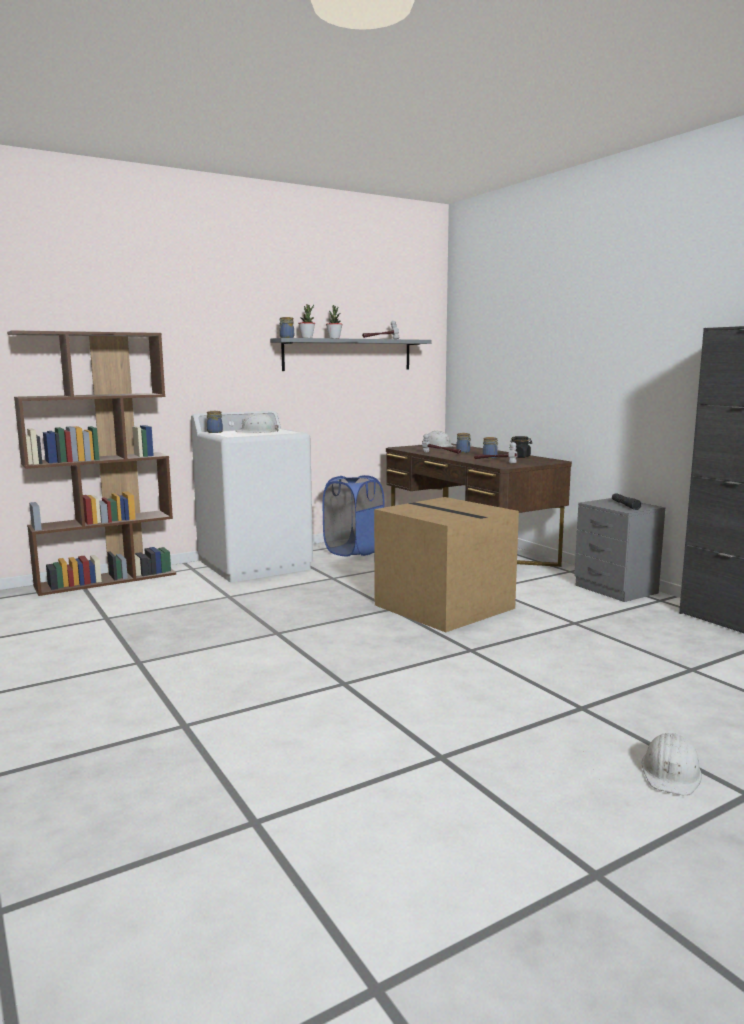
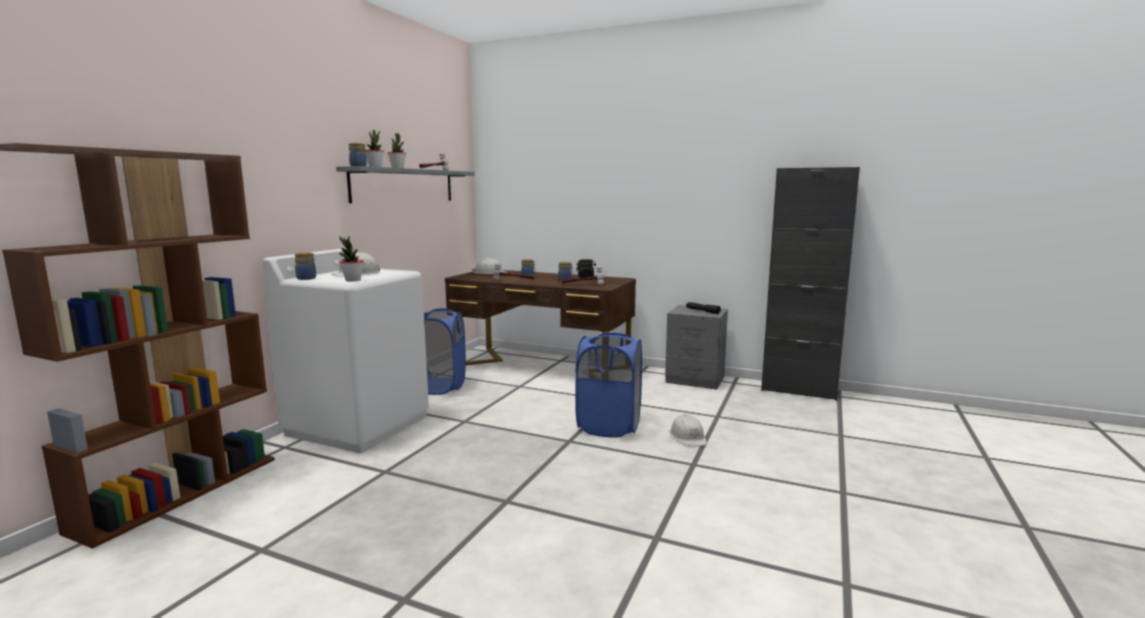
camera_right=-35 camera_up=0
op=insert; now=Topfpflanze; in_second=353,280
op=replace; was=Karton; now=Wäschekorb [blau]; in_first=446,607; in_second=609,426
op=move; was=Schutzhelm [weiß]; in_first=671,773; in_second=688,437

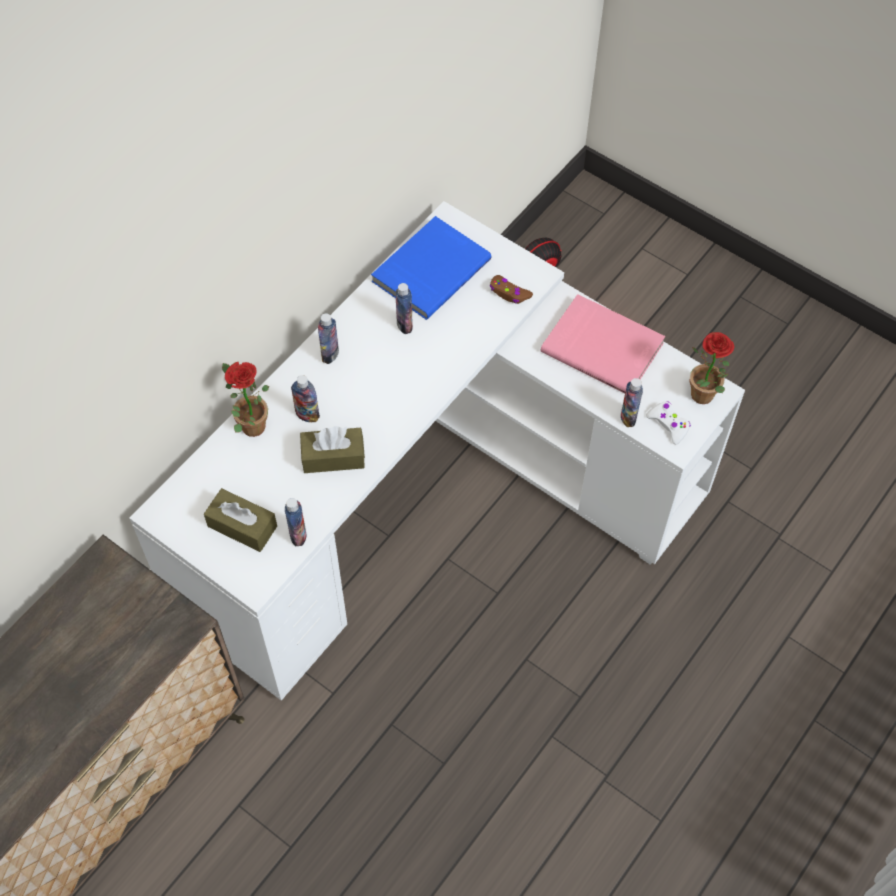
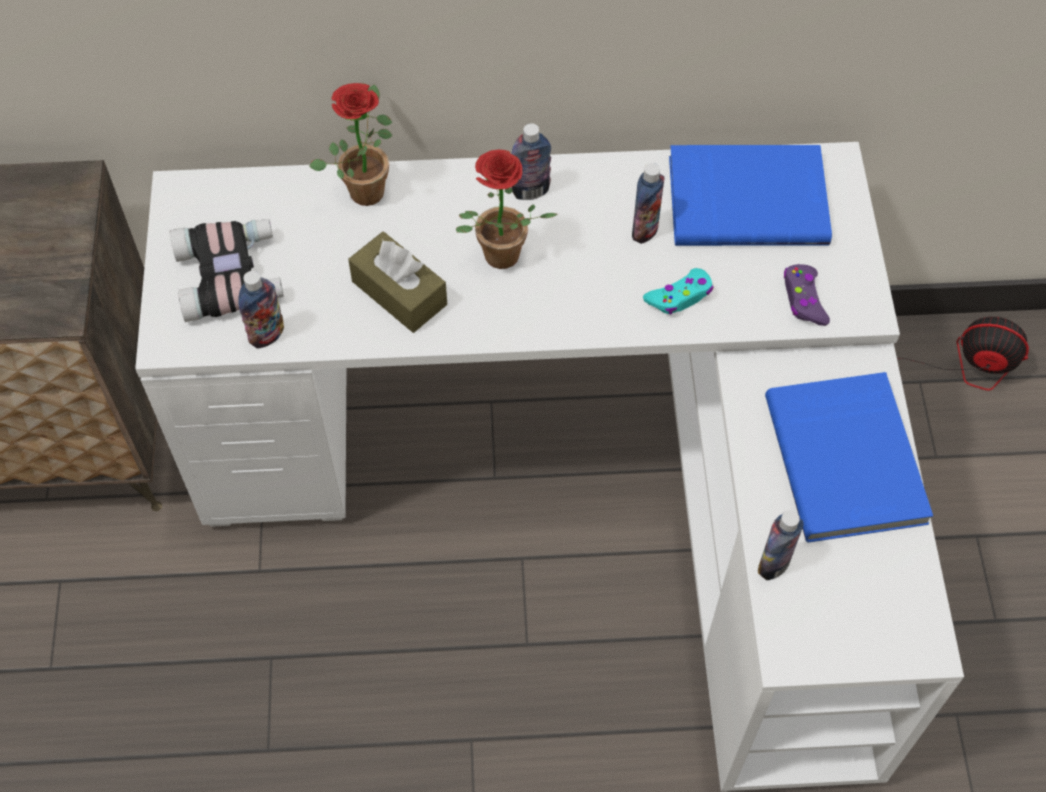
camera_right=50 camera_up=0
op=replace; was=Taschentuchbox [braun]; now=Fernglas; in_first=242,526; in_second=231,275
op=move; was=Topfpflanze; in_first=705,398; in_second=498,261
op=insert; now=Gamepad [türkis]; in_second=680,297
op=recolor; was=Buch [rosa]; now=Buch [blau]; in_first=603,346; in_second=848,459
op=recolor; was=Gamepad [braun]; now=Gamepad [lila]; in_first=509,293; in_second=803,299
op=delete; was=Flasche; in_first=307,415
op=delete; was=Gamepad [weiß]; in_first=668,424

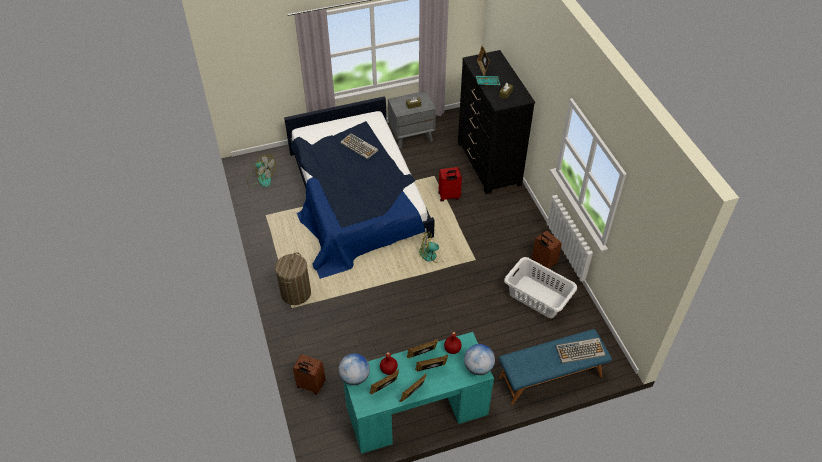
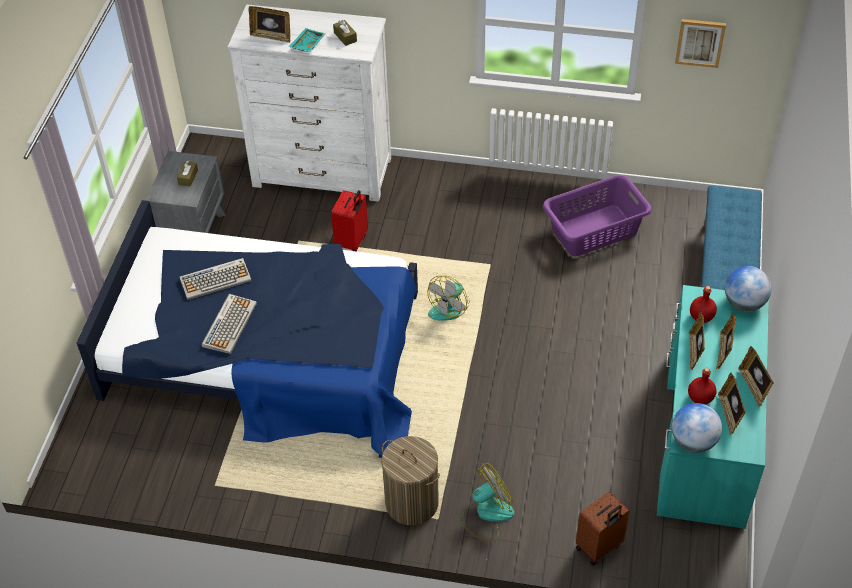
camera_right=-60 camera_up=0
op=move; was=Tastatur; in_first=580,350; in_second=229,324
op=recolor; was=Kommode [schwarz]; now=Kommode [weiß]; in_first=488,163; in_second=322,172
op=move; was=Ventilator; in_first=261,178; in_second=487,514
op=recolor; was=Wäschekorb [weiß]; now=Wäschekorb [lila]; in_first=537,297; in_second=595,231
op=insert; now=Bild; in_second=700,42
op=delete; was=Koffer [braun]; in_first=543,262

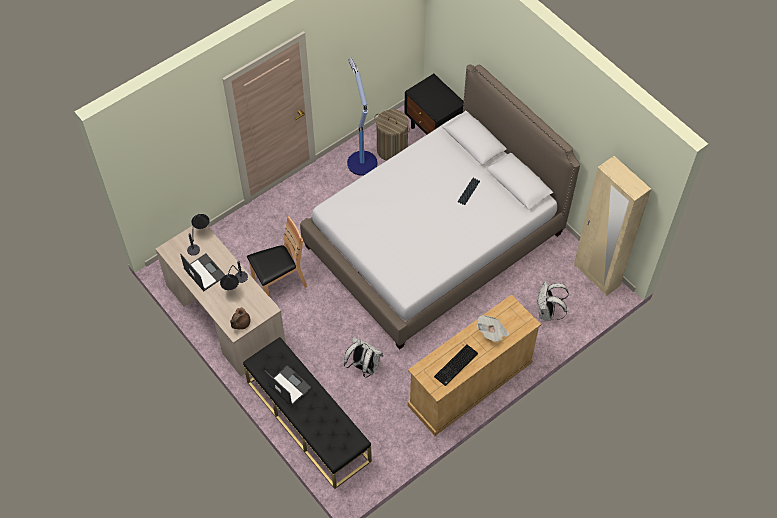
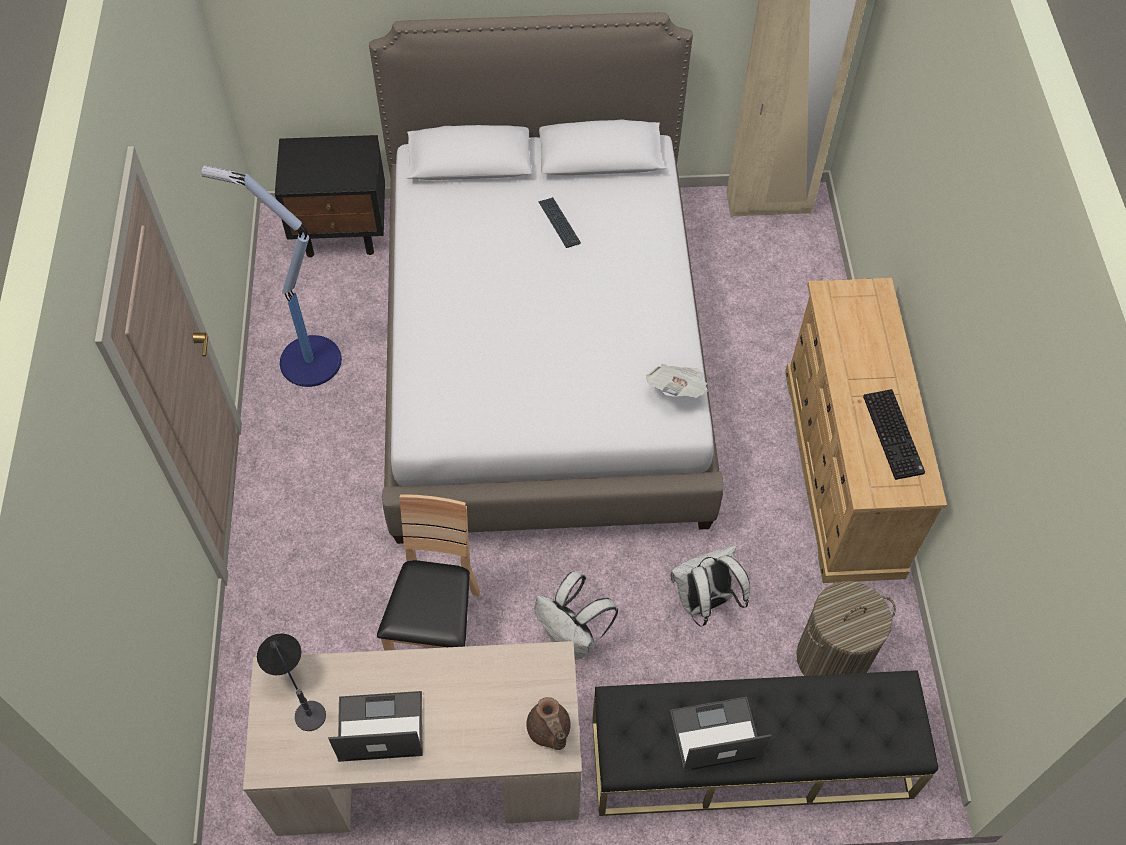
camera_right=-55 camera_up=0
op=move; was=Rucksack [weiß]; in_first=547,312; in_second=573,638
op=move; was=Zeitung; in_first=492,332; in_second=677,390
op=move; was=Wäschekorb; in_first=392,150; in_second=831,658
op=delete; was=Tischlampe; in_first=235,287

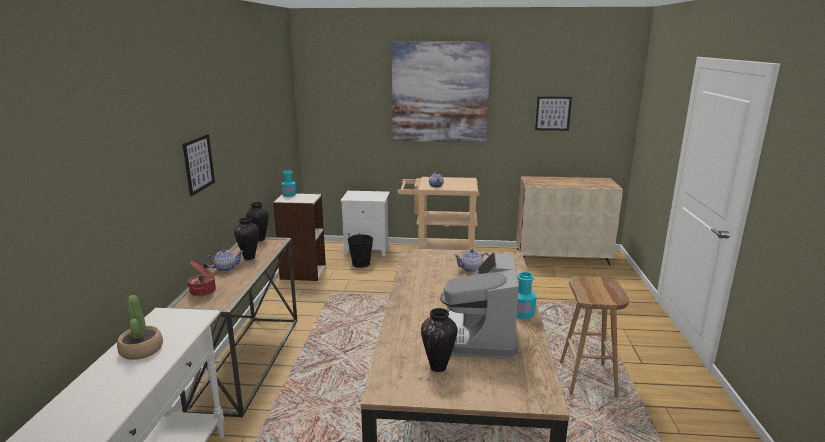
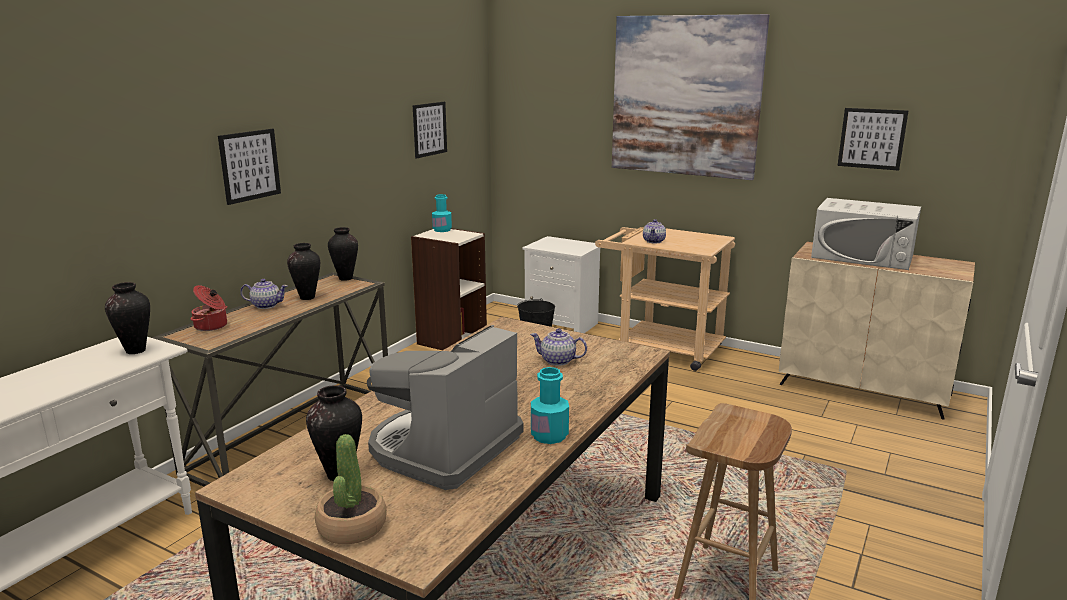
camera_right=25 camera_up=0
op=insert; now=Vase; in_second=135,351
op=move; was=Topfpflanze; in_first=141,350; in_second=352,526
op=insert; now=Bild; in_second=429,129
op=insert; now=Mikrowelle [weiß]; in_second=862,256

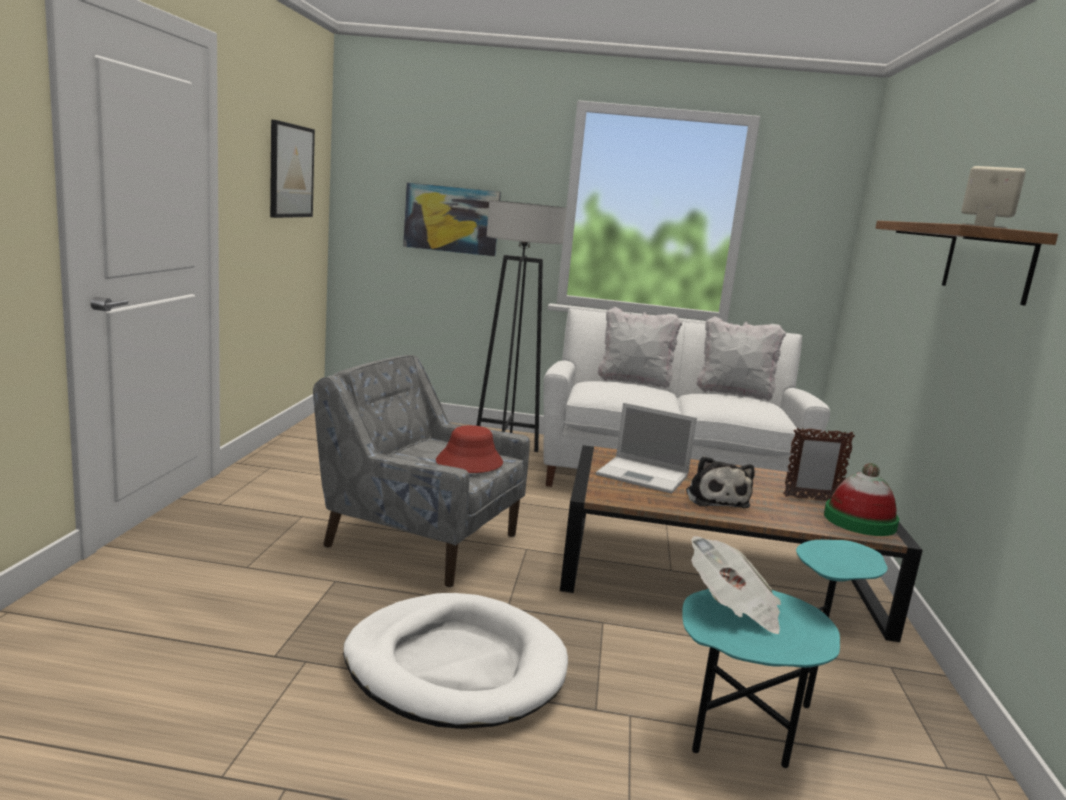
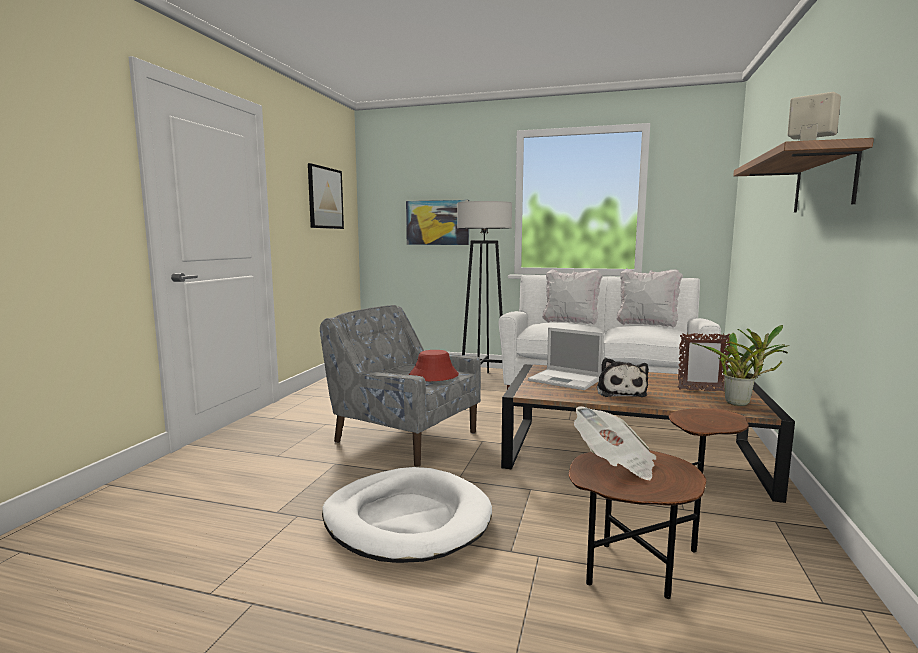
camera_right=10 camera_up=-5
op=recolor; was=Beistelltisch [türkis]; now=Beistelltisch [braun]; in_first=759,724; in_second=649,564
op=replace; was=Hut; now=Topfpflanze; in_first=859,521; in_second=741,403

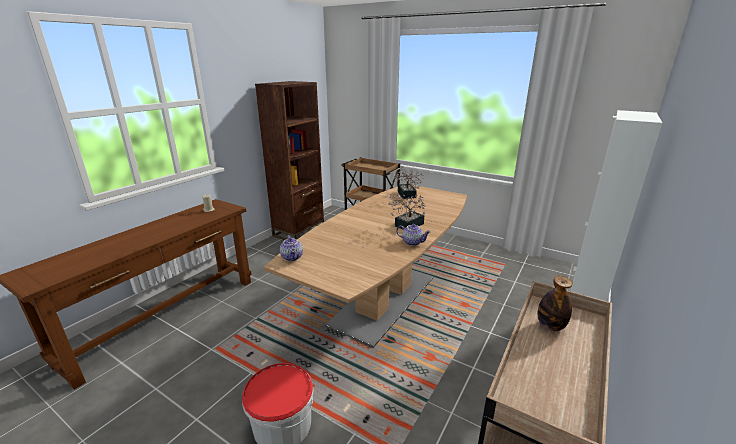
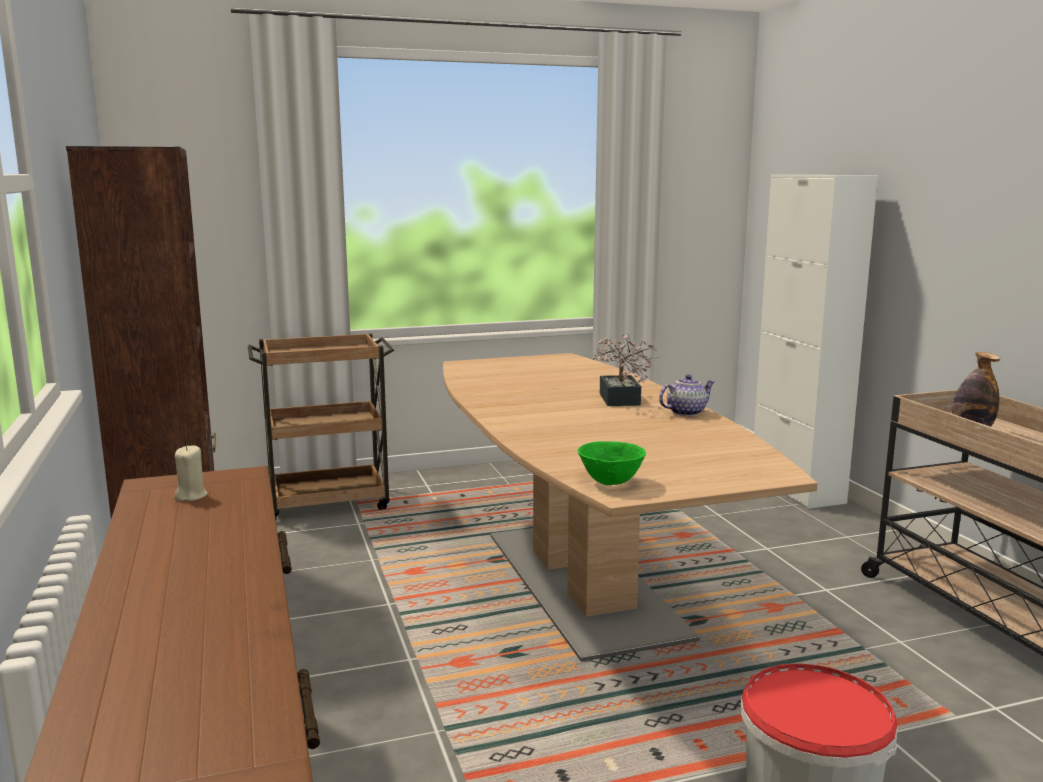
camera_right=-50 camera_up=-10
op=replace; was=Teekanne; now=Schüssel [grün]; in_first=292,257; in_second=610,482
op=delete; was=Topfpflanze; in_first=407,195

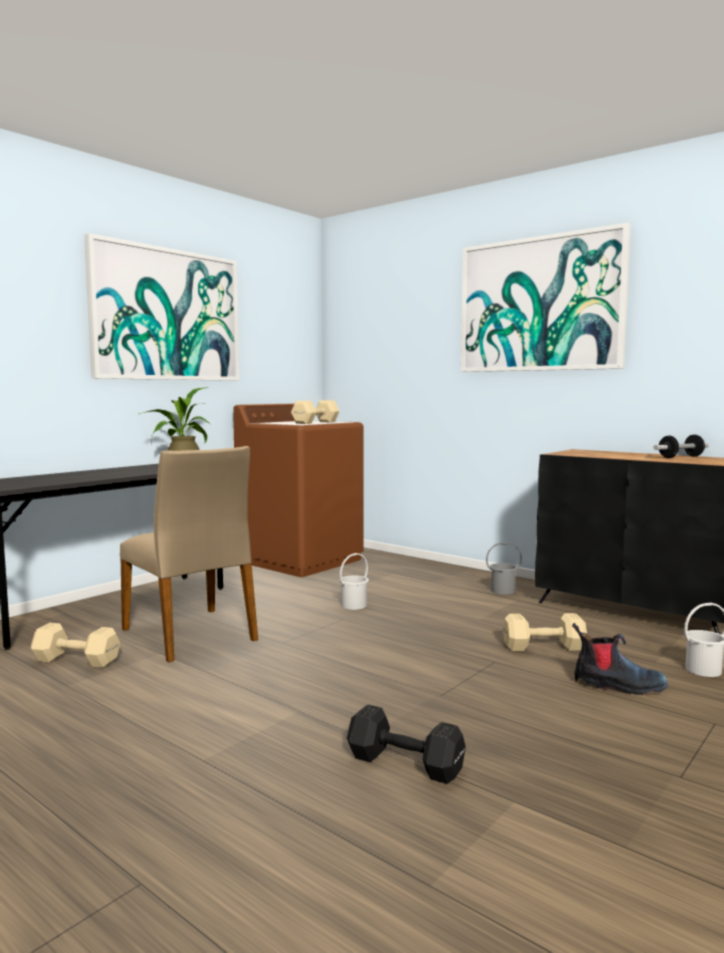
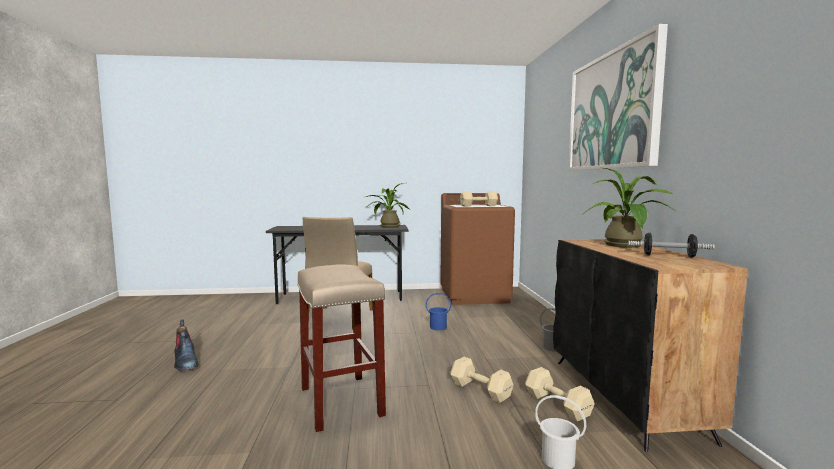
camera_right=45 camera_up=0
op=move; was=Stiefel; in_first=618,686; in_second=185,362
op=insert; now=Hocker [beige]; in_second=342,402
op=recolor; was=Eimer [weiß]; now=Eimer [blau]; in_first=354,605; in_second=438,327
op=move; was=Hantel [beige]; in_first=75,660; in_second=556,404
op=insert; now=Topfpflanze; in_second=625,246
op=delete; was=Bild; in_first=167,315
op=delete; was=Hantel [schwarz]; in_first=407,765

